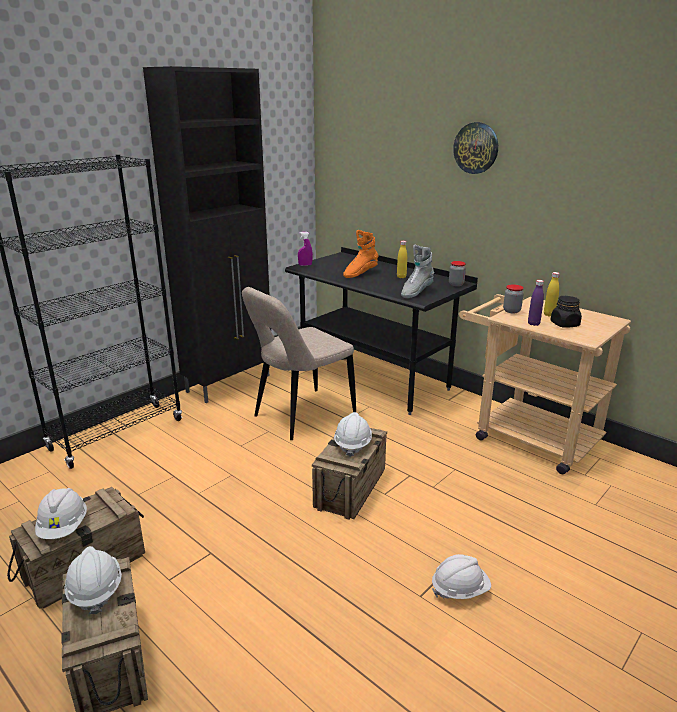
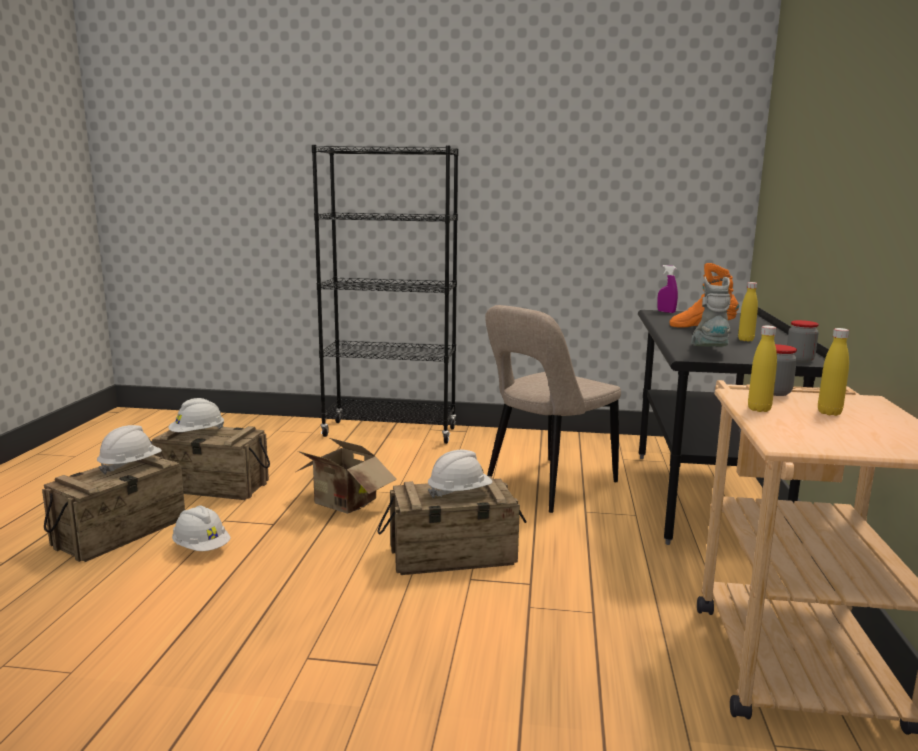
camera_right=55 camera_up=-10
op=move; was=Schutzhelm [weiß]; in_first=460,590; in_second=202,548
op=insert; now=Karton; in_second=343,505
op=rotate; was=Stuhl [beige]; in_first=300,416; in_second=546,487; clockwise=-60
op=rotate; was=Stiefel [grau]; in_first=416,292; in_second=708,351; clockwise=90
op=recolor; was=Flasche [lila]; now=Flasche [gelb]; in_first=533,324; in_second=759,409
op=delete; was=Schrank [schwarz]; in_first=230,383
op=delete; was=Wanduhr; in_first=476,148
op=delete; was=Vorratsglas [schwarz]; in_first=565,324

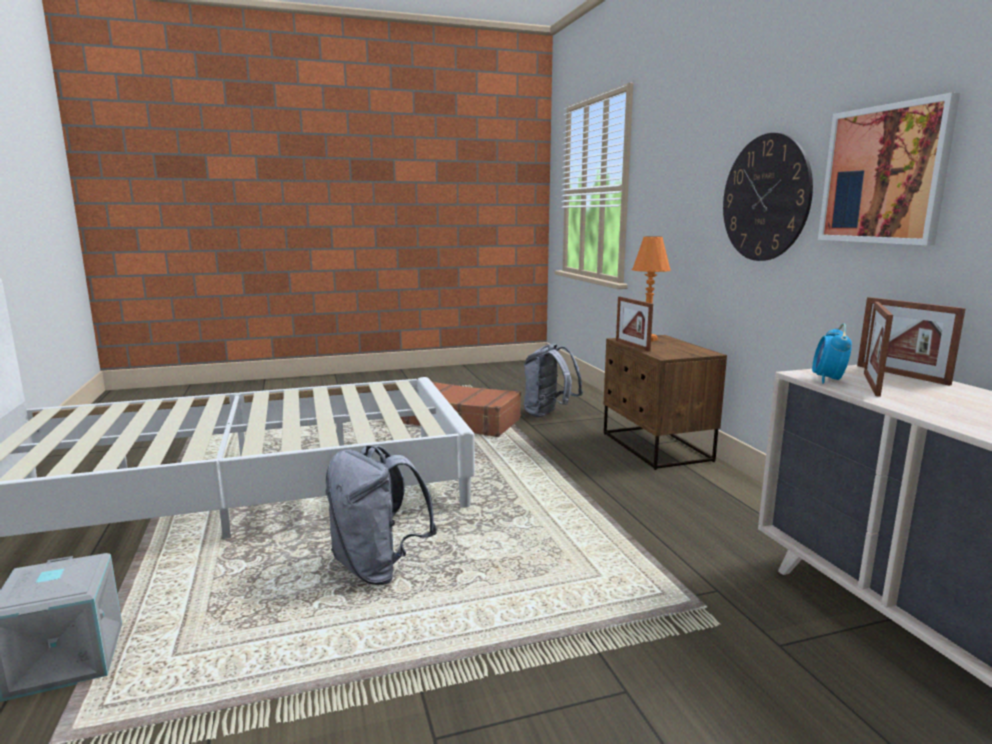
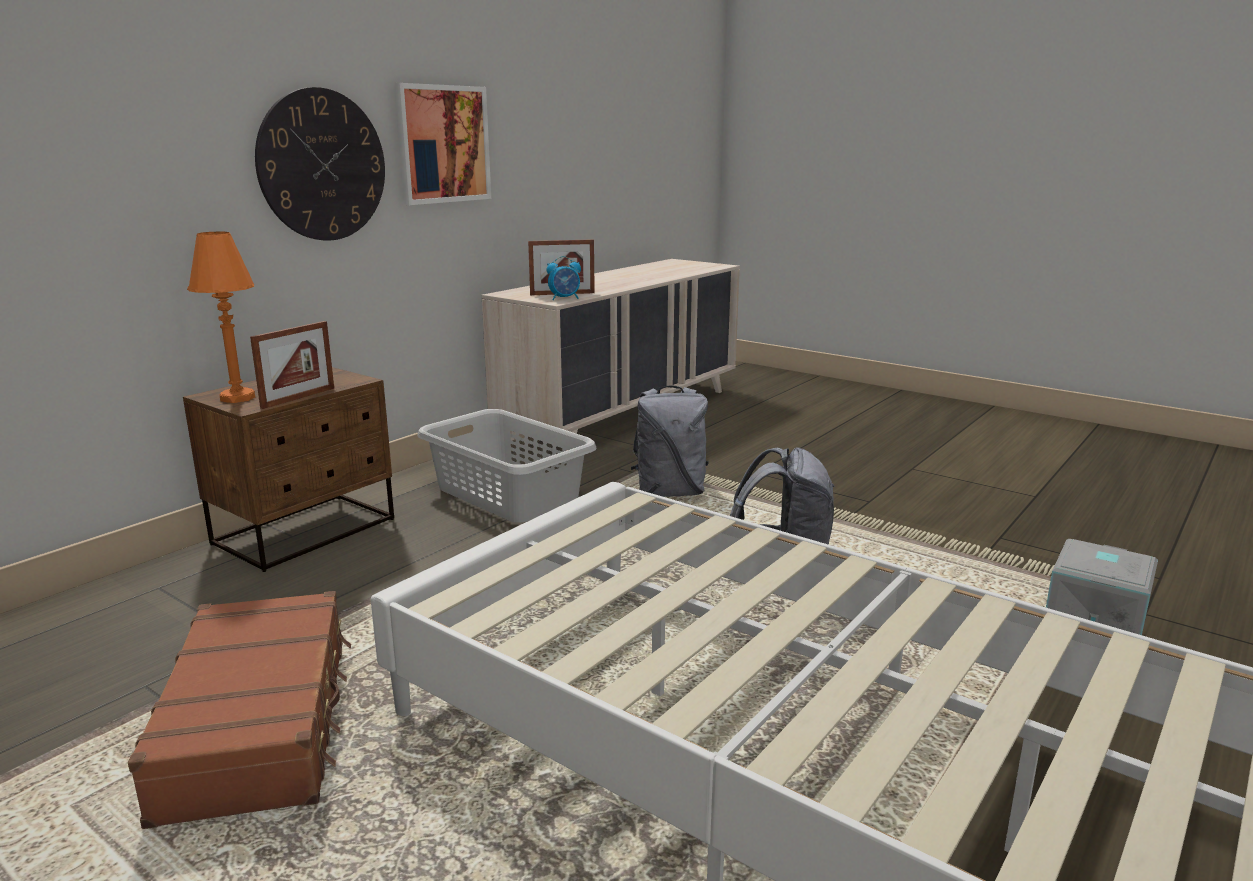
camera_right=-125 camera_up=5
op=insert; now=Wäschekorb [grau]; in_second=507,495
op=move; was=Rucksack [grau]; in_first=548,414; in_second=670,492
op=delete; was=Bilderrahmen; in_first=901,375

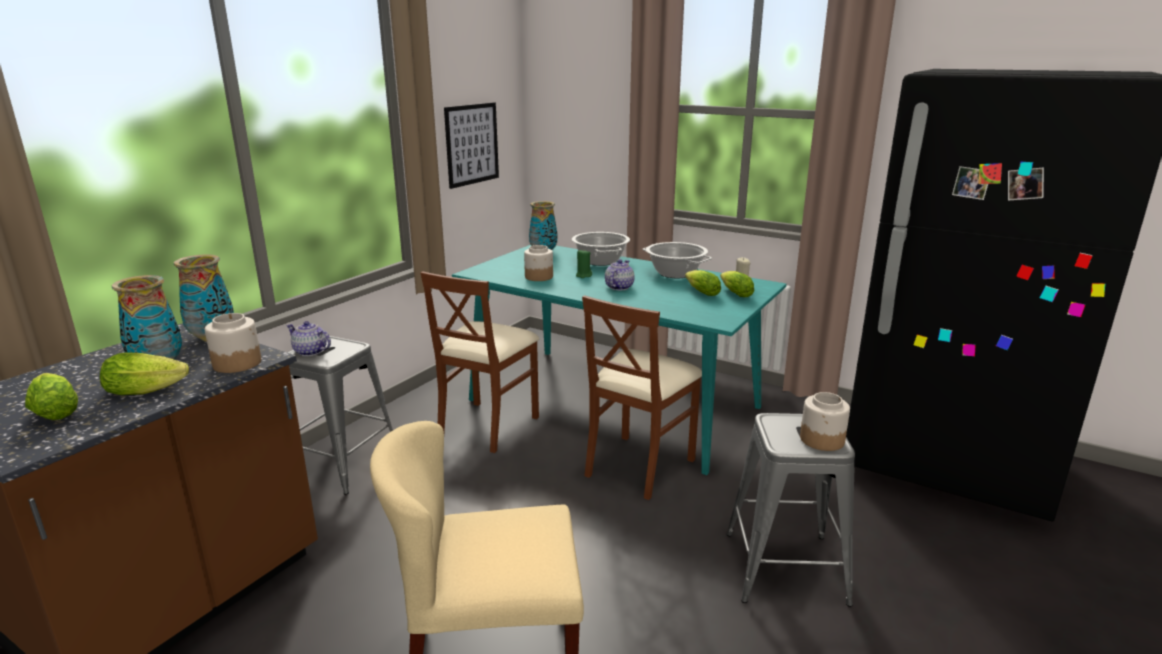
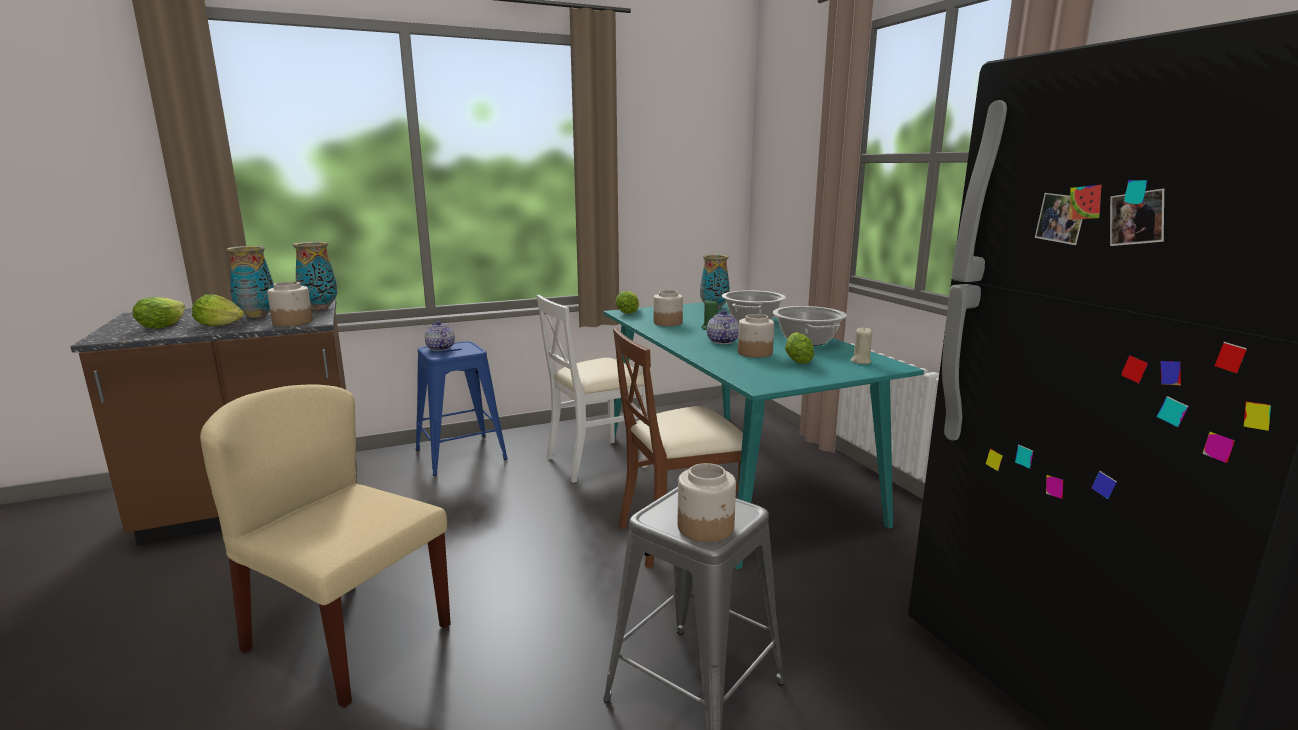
camera_right=35 camera_up=-5
op=recolor; was=Hocker [grau]; now=Hocker [blau]; in_first=342,463; in_second=461,454
op=recolor; was=Stuhl [braun]; now=Stuhl [weiß]; in_first=487,426; in_second=596,460
op=move; was=Salatkopf; in_first=734,293; in_second=629,311
op=rotate; was=Teekanne; in_first=618,287; in_second=722,341; clockwise=-60
op=insert; now=Vorratsglas; in_second=754,353
op=delete; was=Bild; in_first=472,144

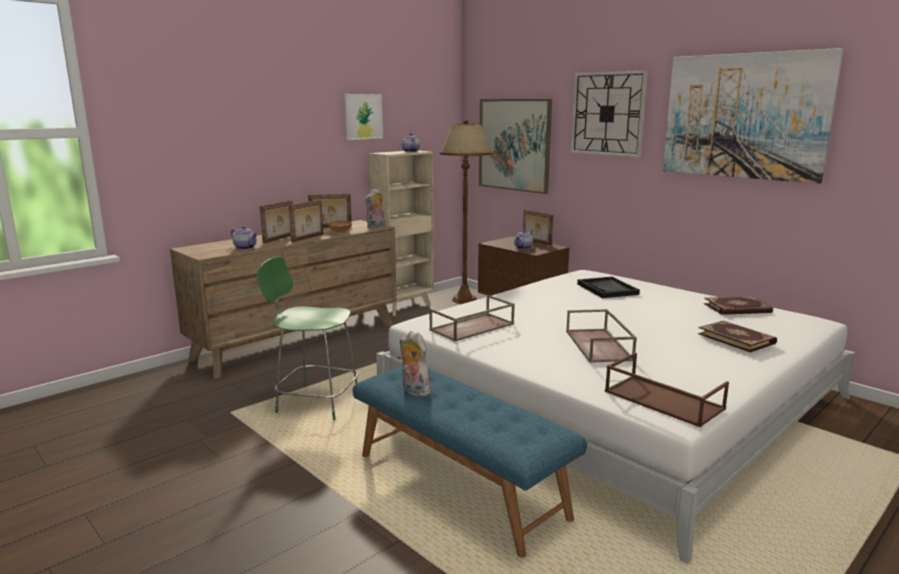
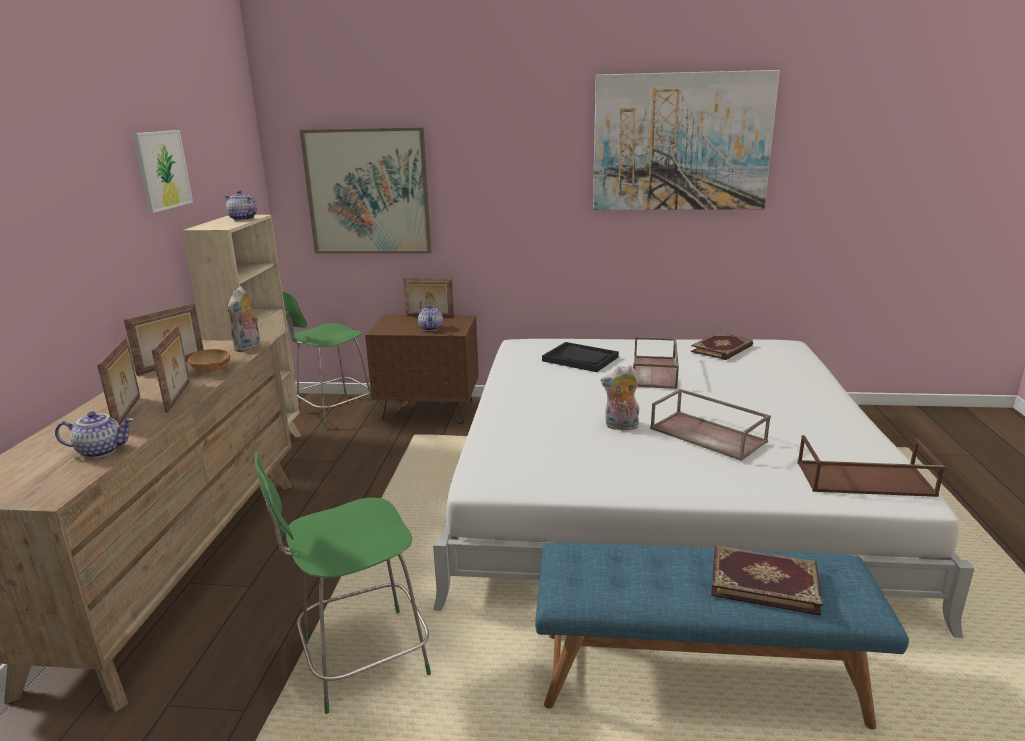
camera_right=-40 camera_up=5
op=replace; was=Stehlampe [braun]; now=Stuhl [grün]; in_first=464,299; in_second=333,412
op=move; was=Plüschtier; in_first=413,391; in_second=620,427
op=move; was=Tablett [braun]; in_first=472,327; in_second=655,372
op=move; was=Buch; in_first=737,338; in_second=764,581
op=delete; was=Wanduhr; in_first=607,114

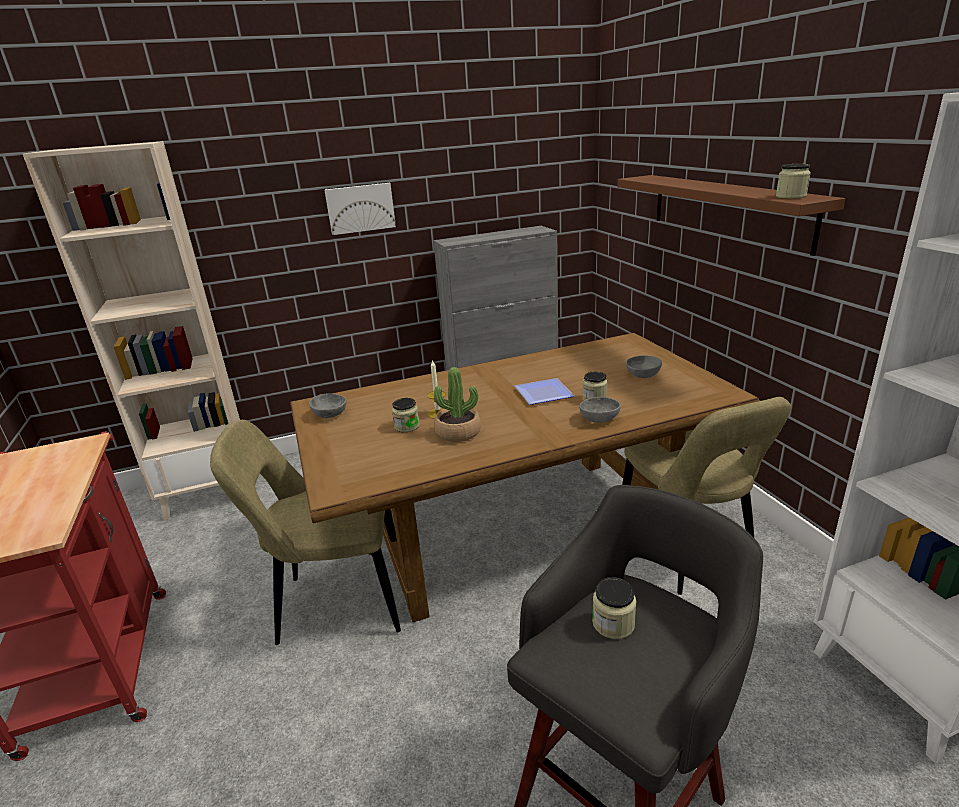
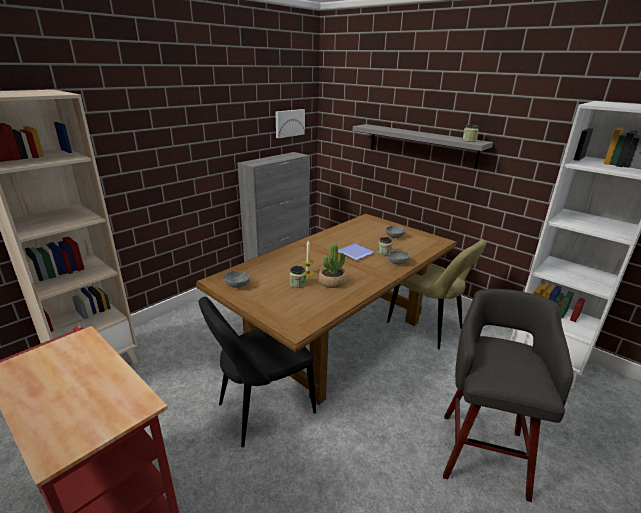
camera_right=-30 camera_up=0
op=recolor; was=Stuhl [beige]; now=Stuhl [schwarz]; in_first=336,604; in_second=262,410
op=move; was=Bild; in_first=360,208; in_second=289,123
op=recolor; was=Wandregal [braun]; now=Wandregal [grau]; in_first=727,210; in_second=421,145
op=delete; was=Vorratsglas; in_first=613,623

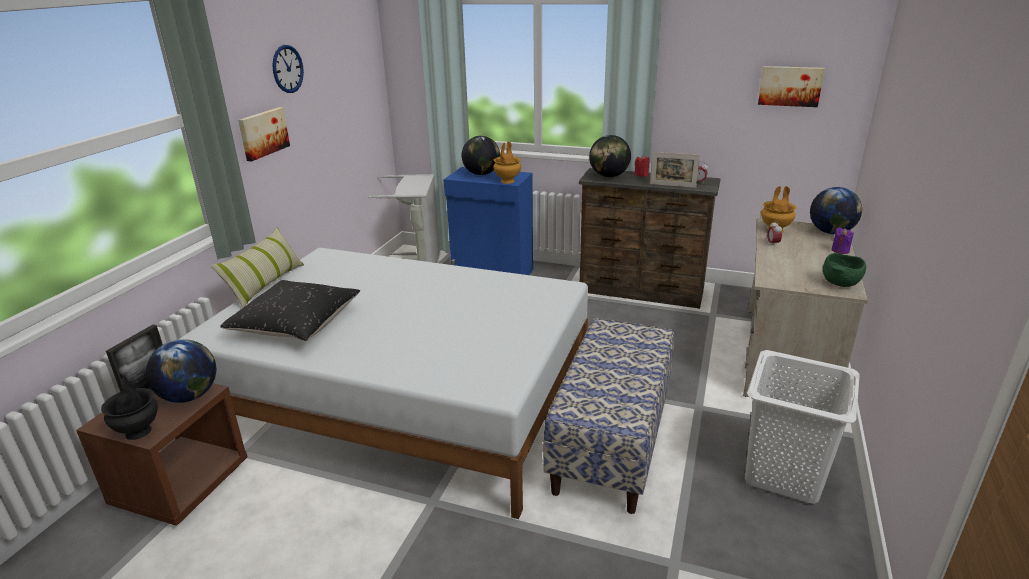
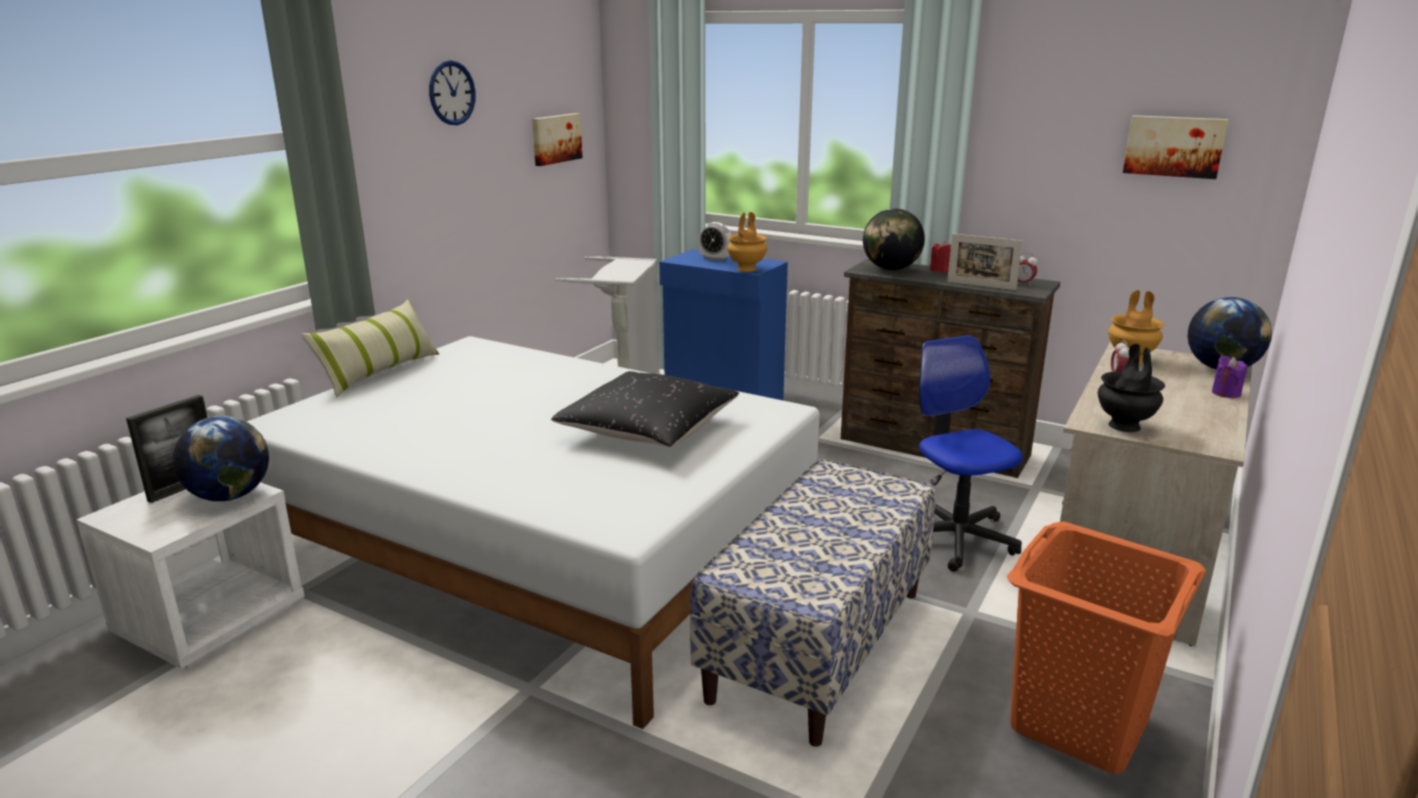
camera_right=10 camera_up=-5
op=recolor; was=Nachttisch [braun]; now=Nachttisch [weiß]; in_first=181,484; in_second=211,620
op=move; was=Bild; in_first=263,133; in_second=555,138
op=move; was=Kissen [schwarz]; in_first=296,324; in_second=648,429
op=replace; was=Globus; now=Wecker; in_first=481,174; in_second=715,259
op=insert; now=Bürostuhl; in_second=955,538
op=recolor; was=Wäschekorb [weiß]; now=Wäschekorb [orange]; in_first=784,474; in_second=1079,725
op=move; was=Vase [schwarz]; in_first=139,432; in_second=1125,426
op=delete; was=Schüssel [grün]; in_first=840,283

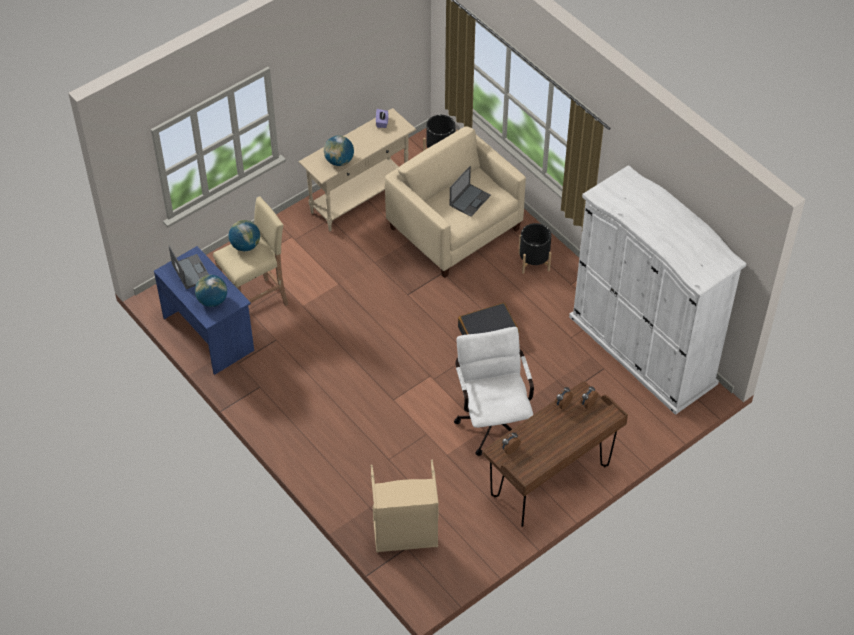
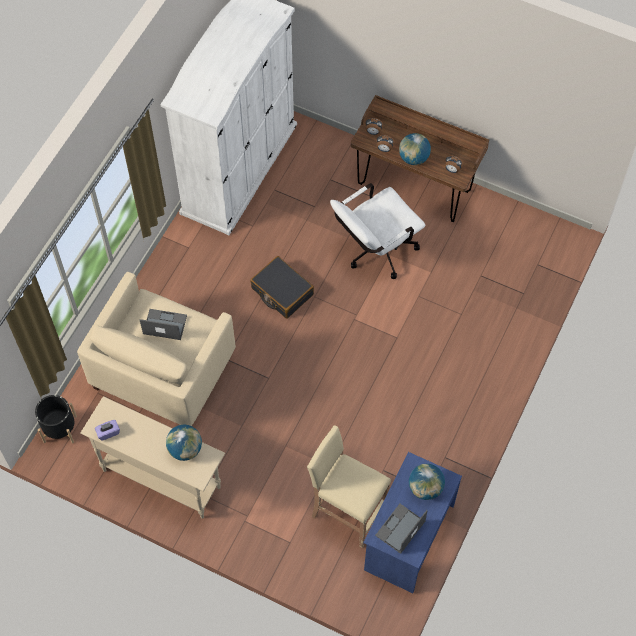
camera_right=-115 camera_up=10
op=move; was=Globus; in_first=245,245; in_second=413,158
op=delete; was=Wäschekorb [beige]; in_first=405,535
op=delete; was=Pflanzkübel [schwarz]; in_first=534,261

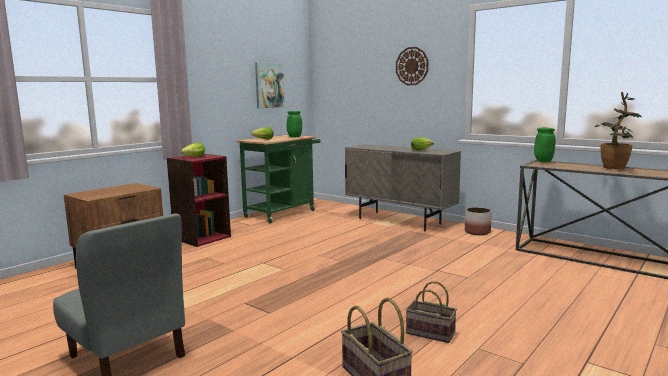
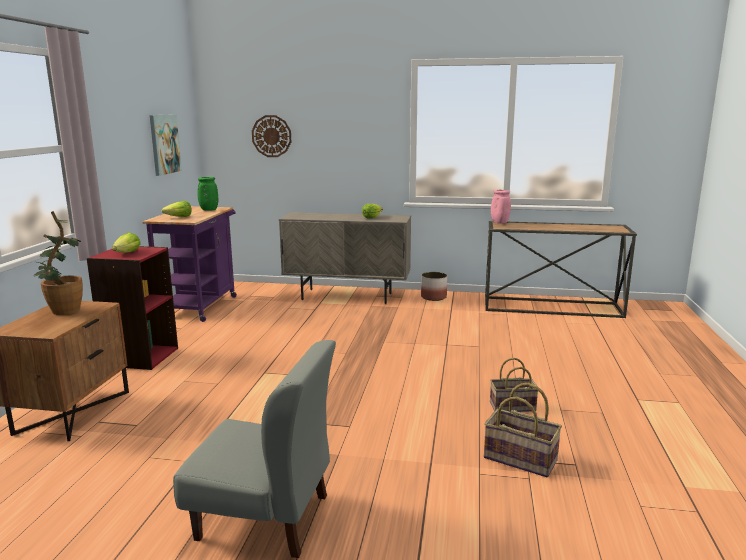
camera_right=-30 camera_up=5
op=move; was=Topfpflanze; in_first=613,168; in_second=62,313
op=recolor; was=Rollwagen [grün]; now=Rollwagen [lila]; in_first=283,212; in_second=201,305
op=move; was=Wanduhr; in_first=412,66; in_second=271,136
op=recolor; was=Vase [grün]; now=Vase [rosa]; in_first=543,161; in_second=499,222

